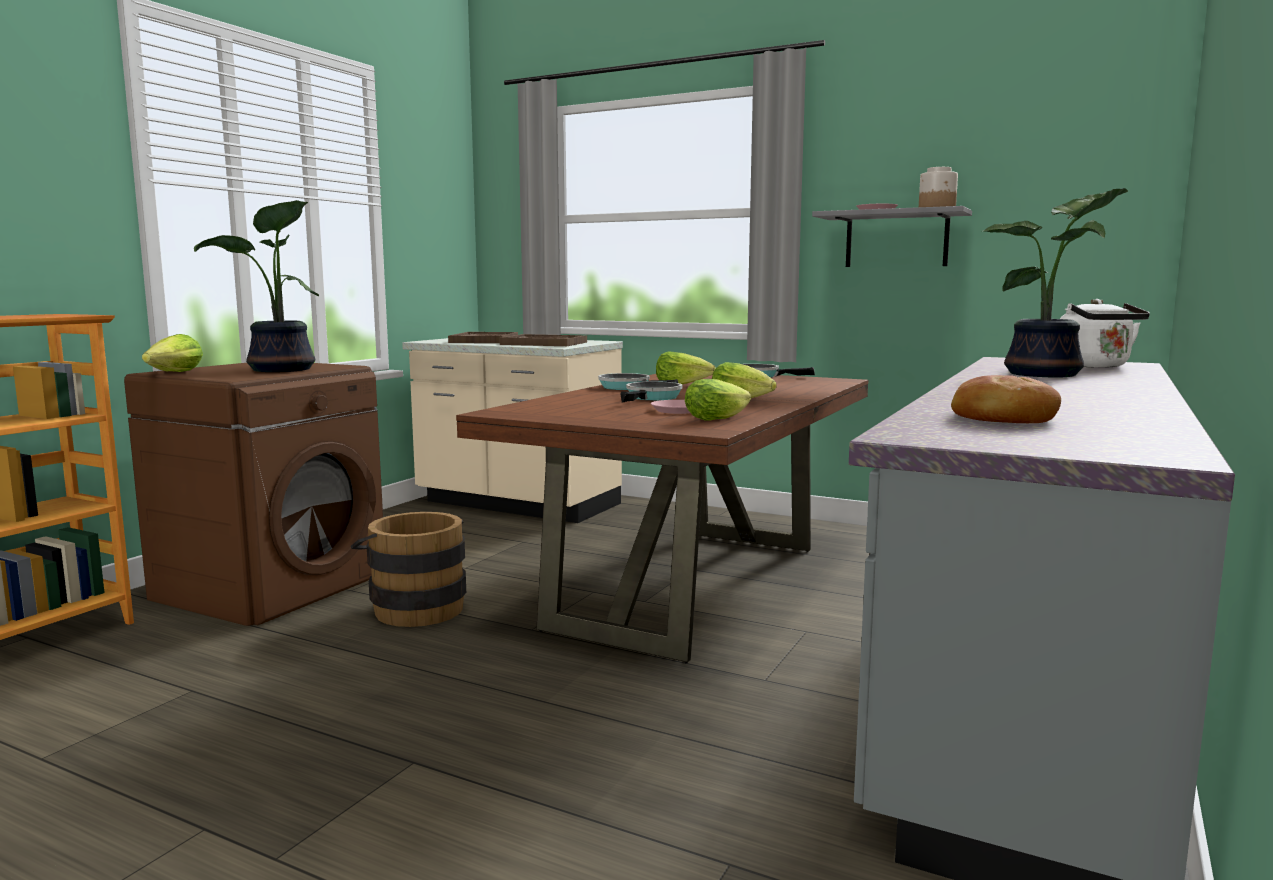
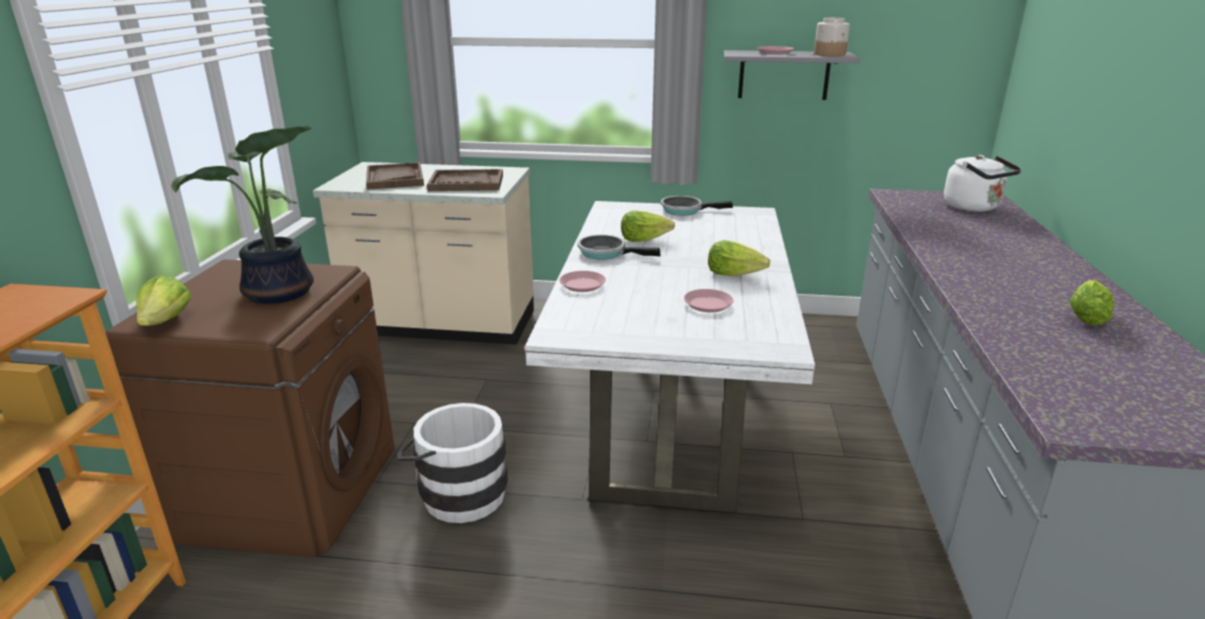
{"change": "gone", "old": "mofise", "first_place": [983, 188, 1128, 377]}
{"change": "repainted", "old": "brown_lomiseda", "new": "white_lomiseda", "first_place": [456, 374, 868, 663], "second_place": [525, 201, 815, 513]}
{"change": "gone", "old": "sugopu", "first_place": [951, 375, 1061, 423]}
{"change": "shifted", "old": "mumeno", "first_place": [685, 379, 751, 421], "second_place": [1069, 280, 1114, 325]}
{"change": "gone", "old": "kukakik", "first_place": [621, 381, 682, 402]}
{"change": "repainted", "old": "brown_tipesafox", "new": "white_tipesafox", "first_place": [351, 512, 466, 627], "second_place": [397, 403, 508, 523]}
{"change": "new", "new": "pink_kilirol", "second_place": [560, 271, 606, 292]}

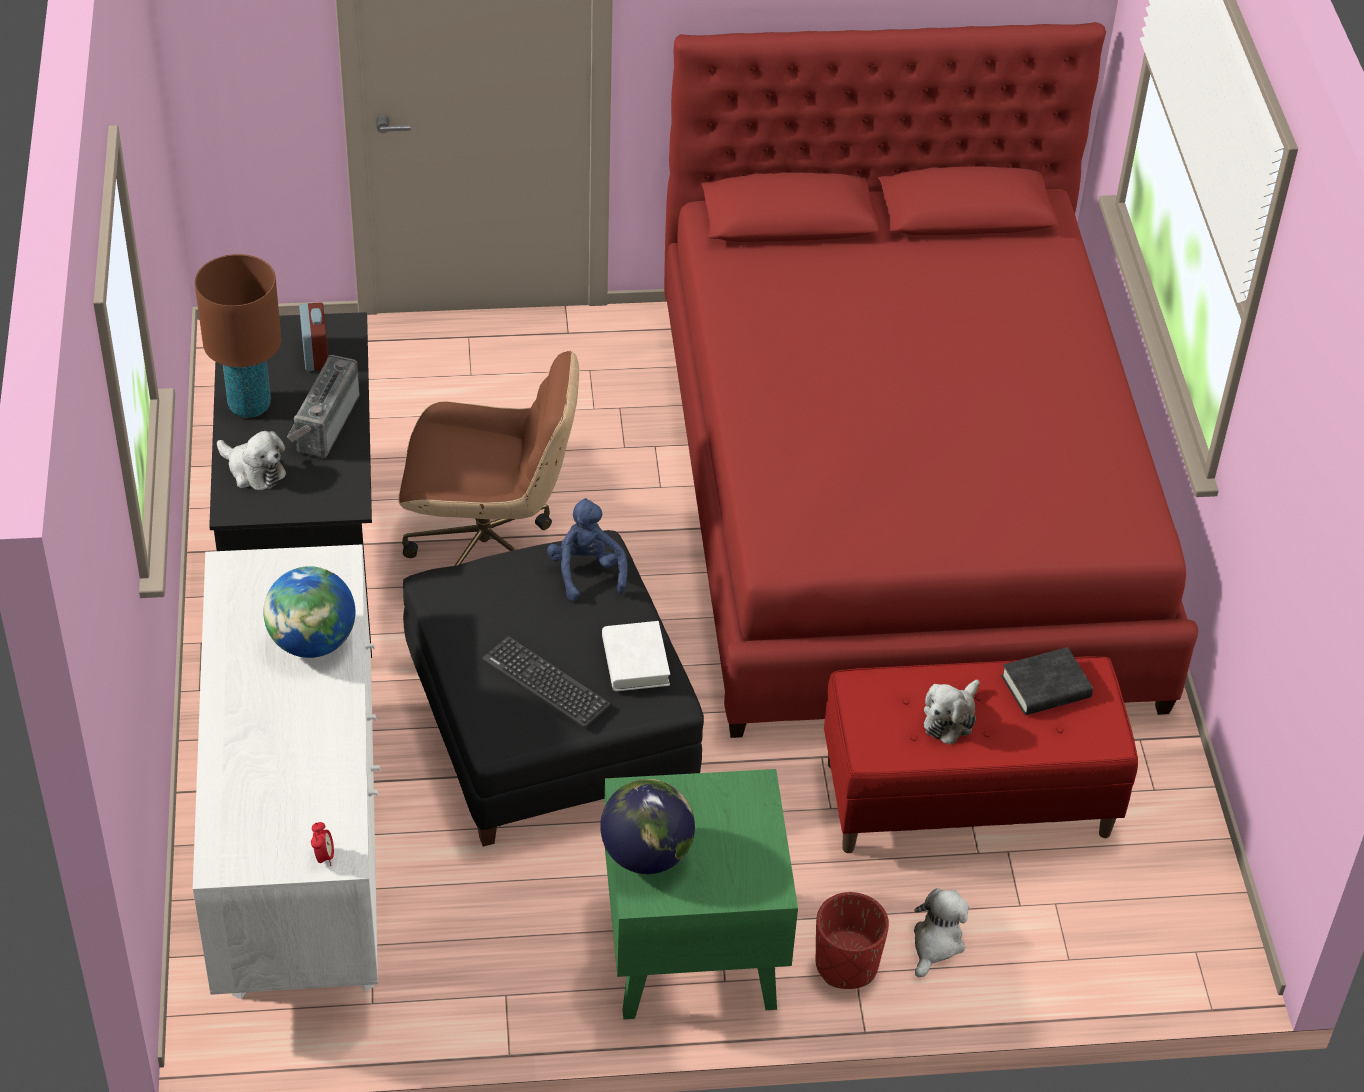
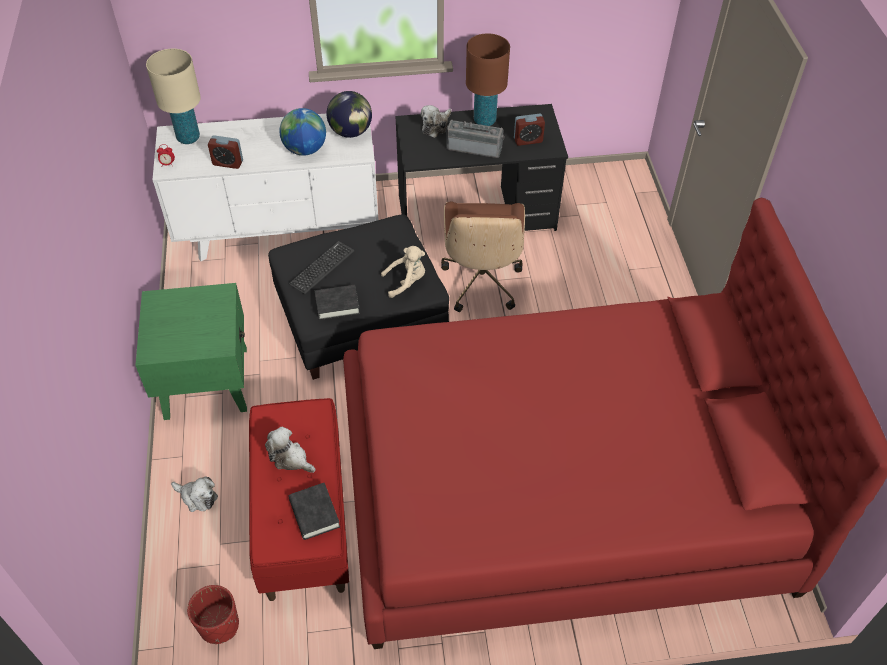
{"change": "repainted", "old": "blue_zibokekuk", "new": "beige_zibokekuk", "first_place": [547, 498, 628, 601], "second_place": [381, 246, 425, 298]}
{"change": "repainted", "old": "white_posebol", "new": "black_posebol", "first_place": [602, 621, 670, 691], "second_place": [314, 285, 360, 320]}
{"change": "shifted", "old": "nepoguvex", "first_place": [600, 779, 695, 874], "second_place": [327, 91, 372, 138]}
{"change": "shifted", "old": "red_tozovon", "first_place": [815, 892, 889, 989], "second_place": [187, 585, 239, 644]}
{"change": "new", "new": "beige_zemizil", "second_place": [146, 49, 201, 144]}
{"change": "new", "new": "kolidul", "second_place": [208, 135, 243, 169]}

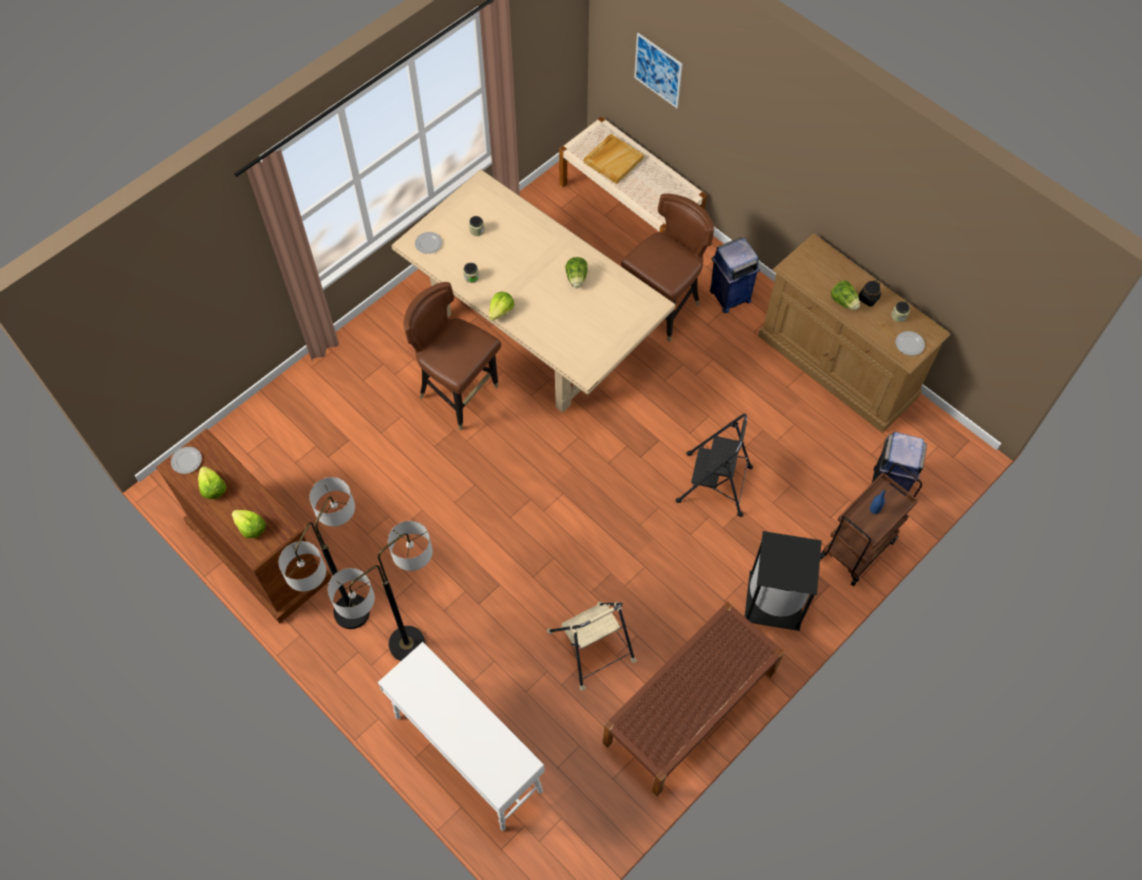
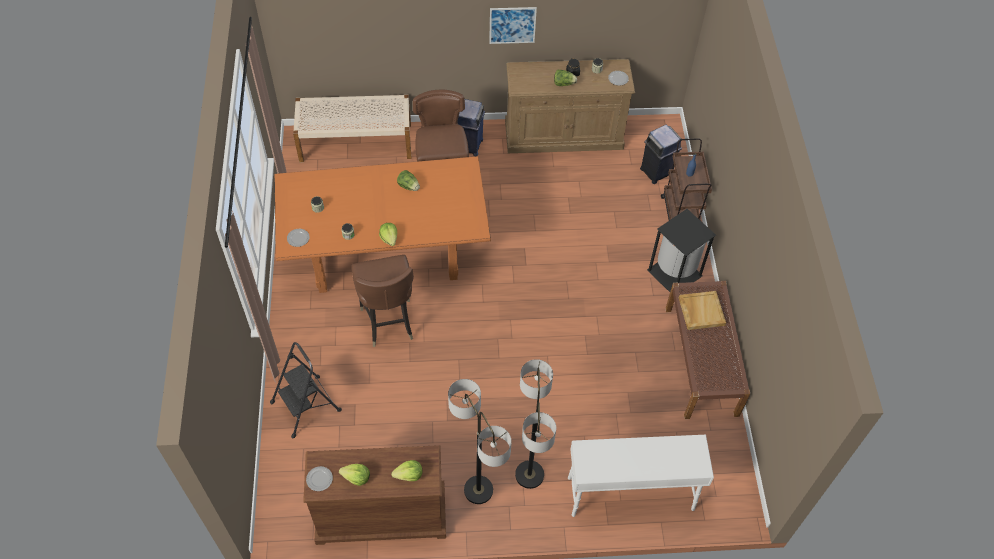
{"change": "shifted", "old": "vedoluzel", "first_place": [634, 33, 683, 108], "second_place": [489, 7, 537, 44]}
{"change": "shifted", "old": "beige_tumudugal", "first_place": [584, 134, 644, 184], "second_place": [679, 291, 726, 330]}
{"change": "repainted", "old": "beige_lomiseda", "new": "orange_lomiseda", "first_place": [391, 169, 676, 413], "second_place": [275, 156, 491, 293]}
{"change": "rotated", "old": "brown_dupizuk", "first_place": [404, 282, 501, 431], "second_place": [351, 255, 414, 347], "degrees": -90}
{"change": "shifted", "old": "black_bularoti", "first_place": [675, 413, 753, 517], "second_place": [270, 342, 342, 438]}
{"change": "gone", "old": "beige_bularoti", "first_place": [547, 602, 637, 691]}

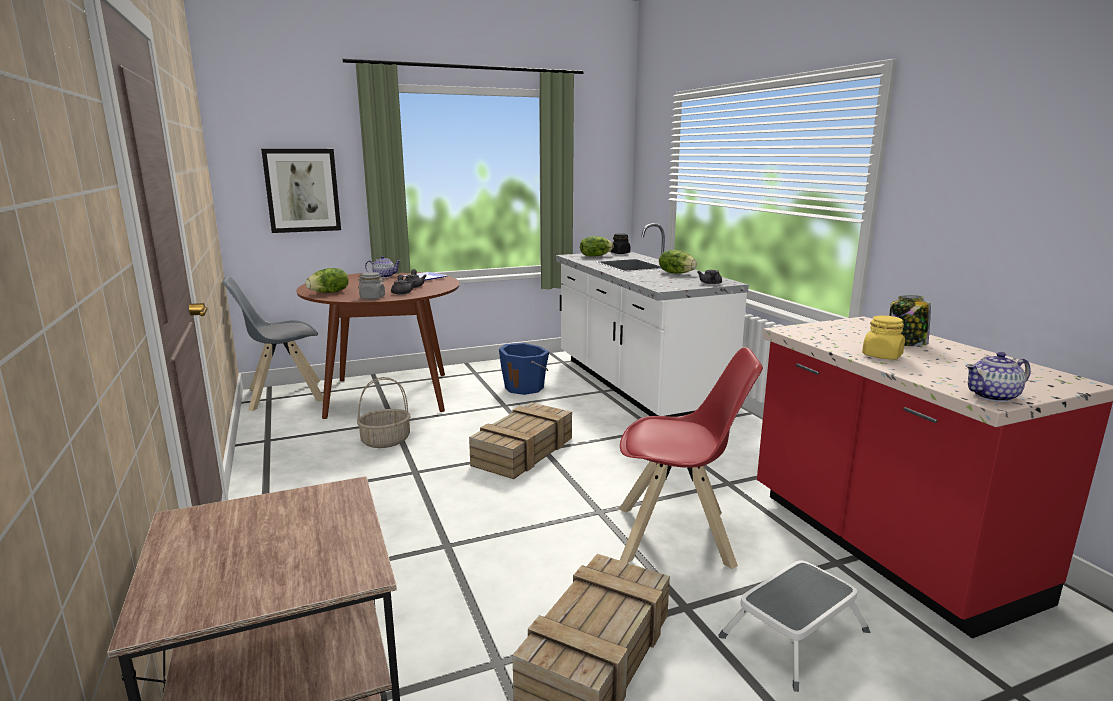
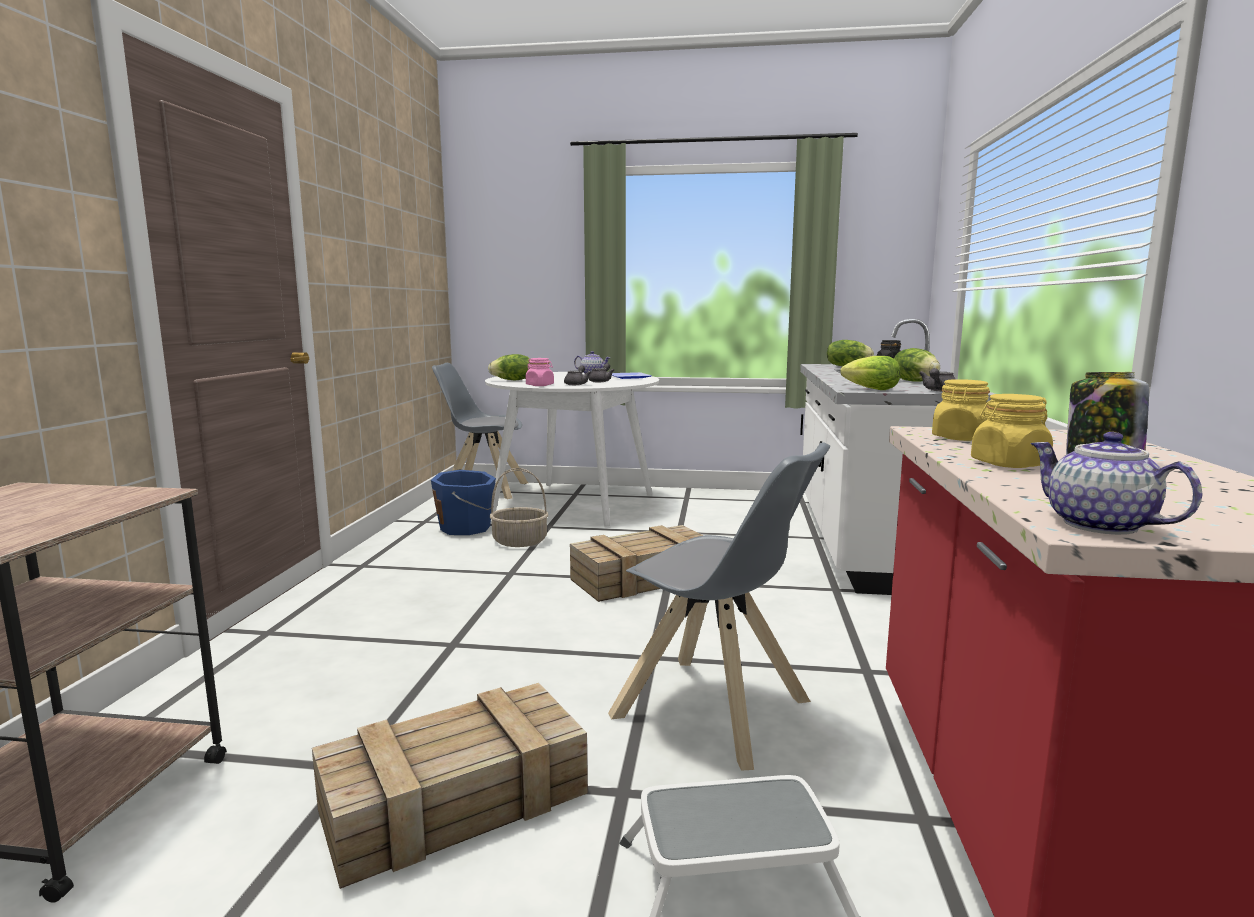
{"change": "gone", "old": "vedoluzel", "first_place": [261, 149, 341, 233]}
{"change": "repainted", "old": "brown_lomiseda", "new": "white_lomiseda", "first_place": [296, 272, 460, 419], "second_place": [485, 372, 659, 526]}
{"change": "repainted", "old": "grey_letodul", "new": "pink_letodul", "first_place": [358, 272, 386, 299], "second_place": [526, 358, 554, 386]}
{"change": "shifted", "old": "blue_tipesafox", "first_place": [499, 343, 549, 395], "second_place": [431, 470, 496, 535]}
{"change": "repainted", "old": "red_dupizuk", "new": "grey_dupizuk", "first_place": [619, 347, 763, 569], "second_place": [608, 442, 830, 771]}
{"change": "rotated", "old": "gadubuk", "first_place": [966, 352, 1031, 402], "second_place": [1031, 432, 1203, 535], "degrees": 45}
{"change": "new", "new": "mumeno", "second_place": [840, 356, 900, 390]}
{"change": "new", "new": "yellow_letodul", "second_place": [932, 379, 990, 441]}

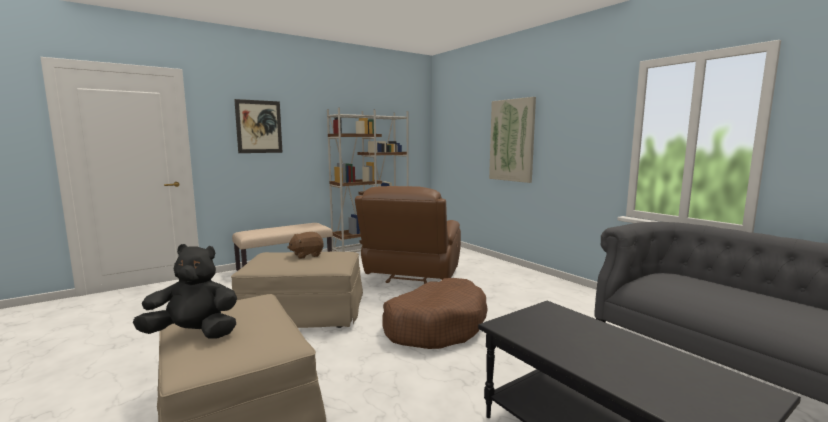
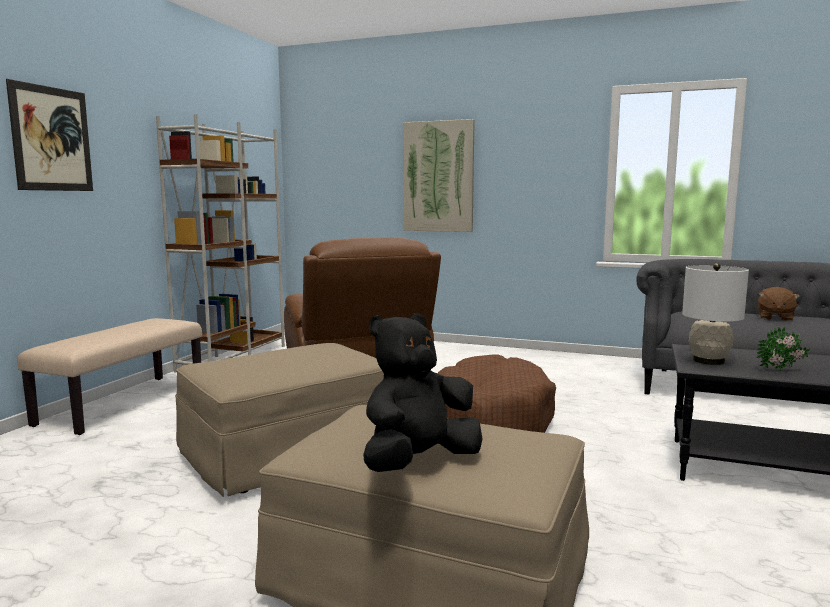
{"change": "shifted", "old": "brown_zibokekuk", "first_place": [287, 232, 324, 259], "second_place": [758, 287, 800, 321]}
{"change": "new", "new": "white_zemizil", "second_place": [682, 263, 749, 365]}
{"change": "new", "new": "mofise", "second_place": [756, 326, 810, 372]}

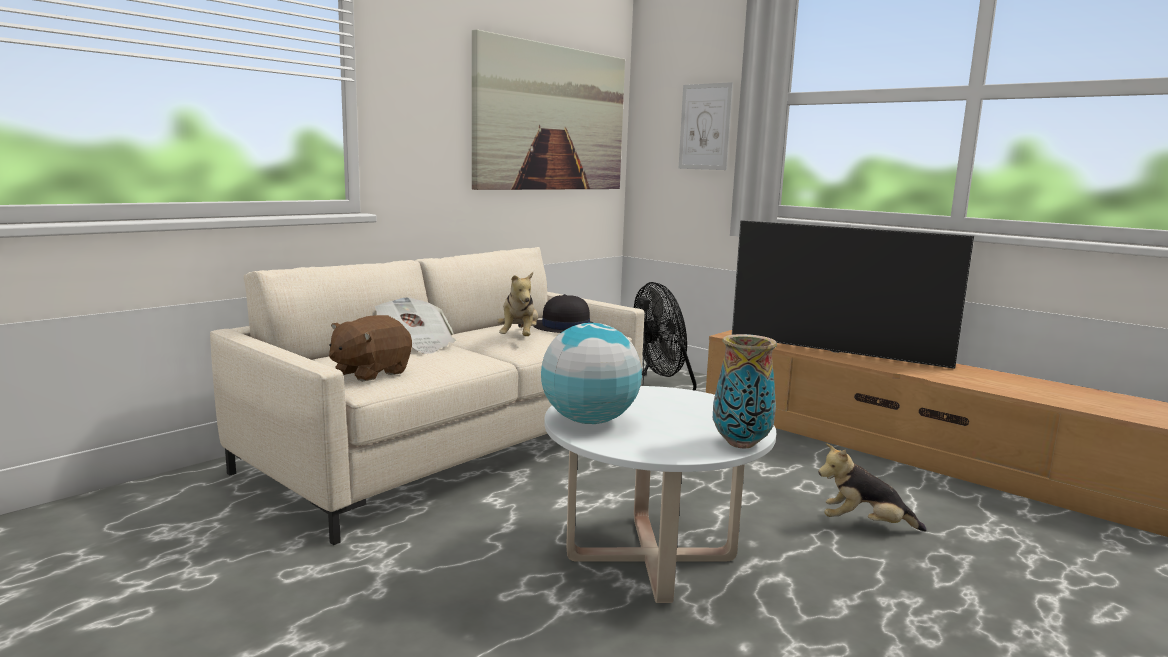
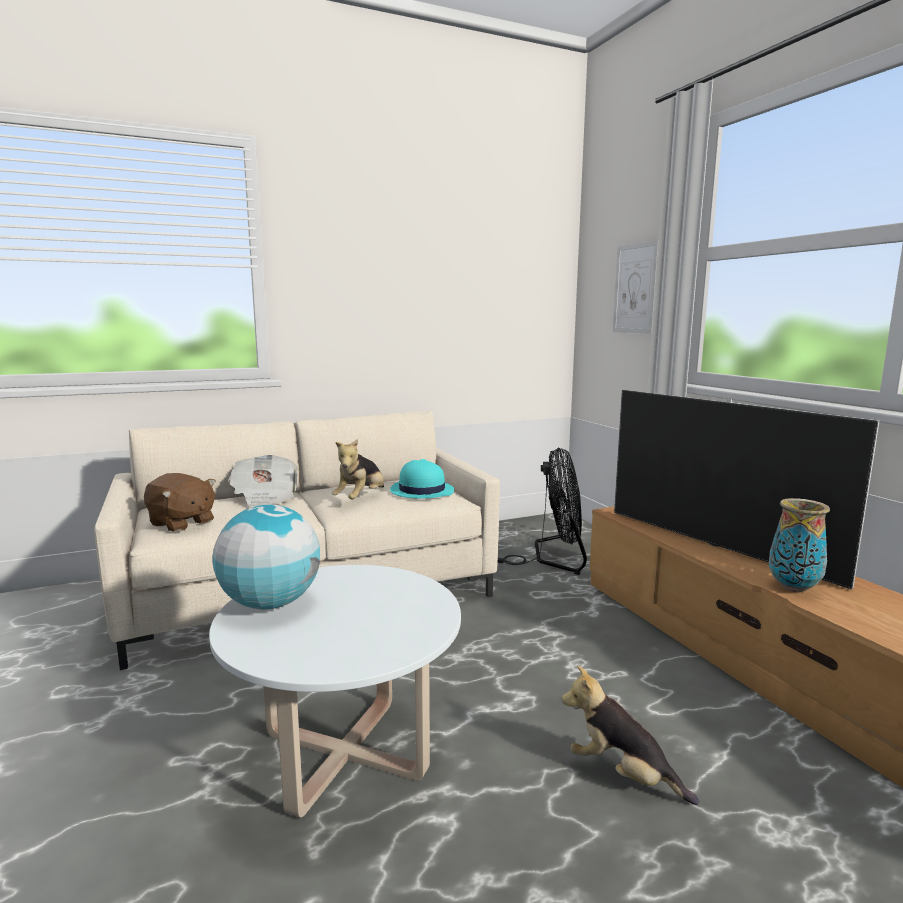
{"change": "gone", "old": "vedoluzel", "first_place": [472, 29, 625, 190]}
{"change": "repainted", "old": "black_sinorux", "new": "turquoise_sinorux", "first_place": [534, 294, 594, 333], "second_place": [390, 459, 454, 499]}
{"change": "rotated", "old": "brown_zibokekuk", "first_place": [329, 315, 412, 382], "second_place": [144, 473, 216, 532], "degrees": -120}
{"change": "shifted", "old": "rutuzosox", "first_place": [713, 334, 777, 448], "second_place": [769, 498, 830, 592]}

